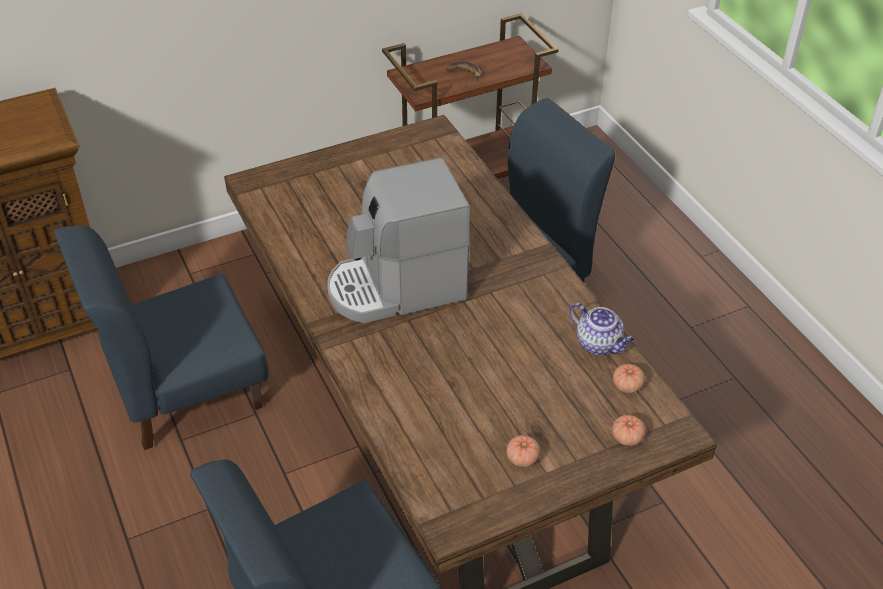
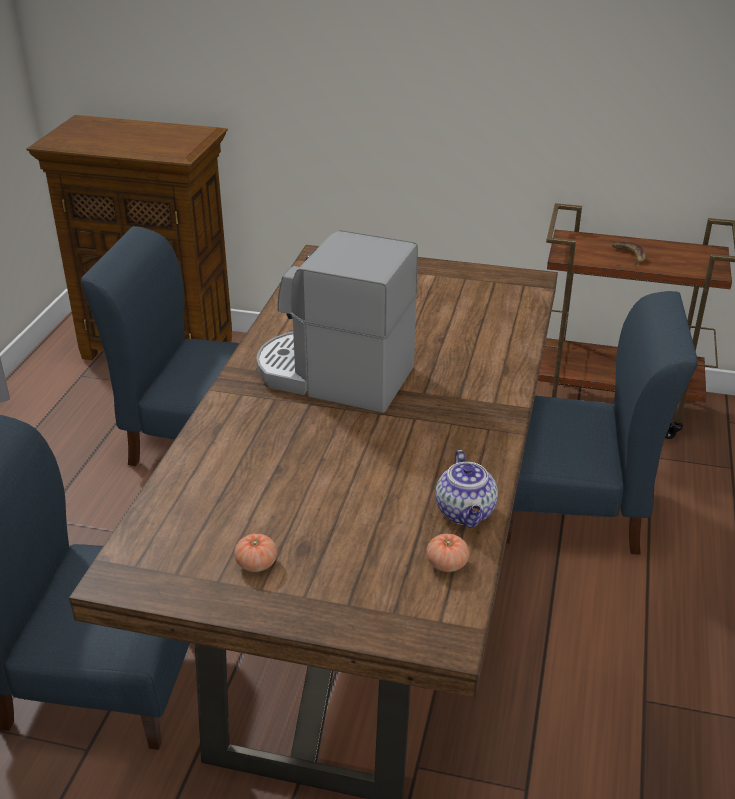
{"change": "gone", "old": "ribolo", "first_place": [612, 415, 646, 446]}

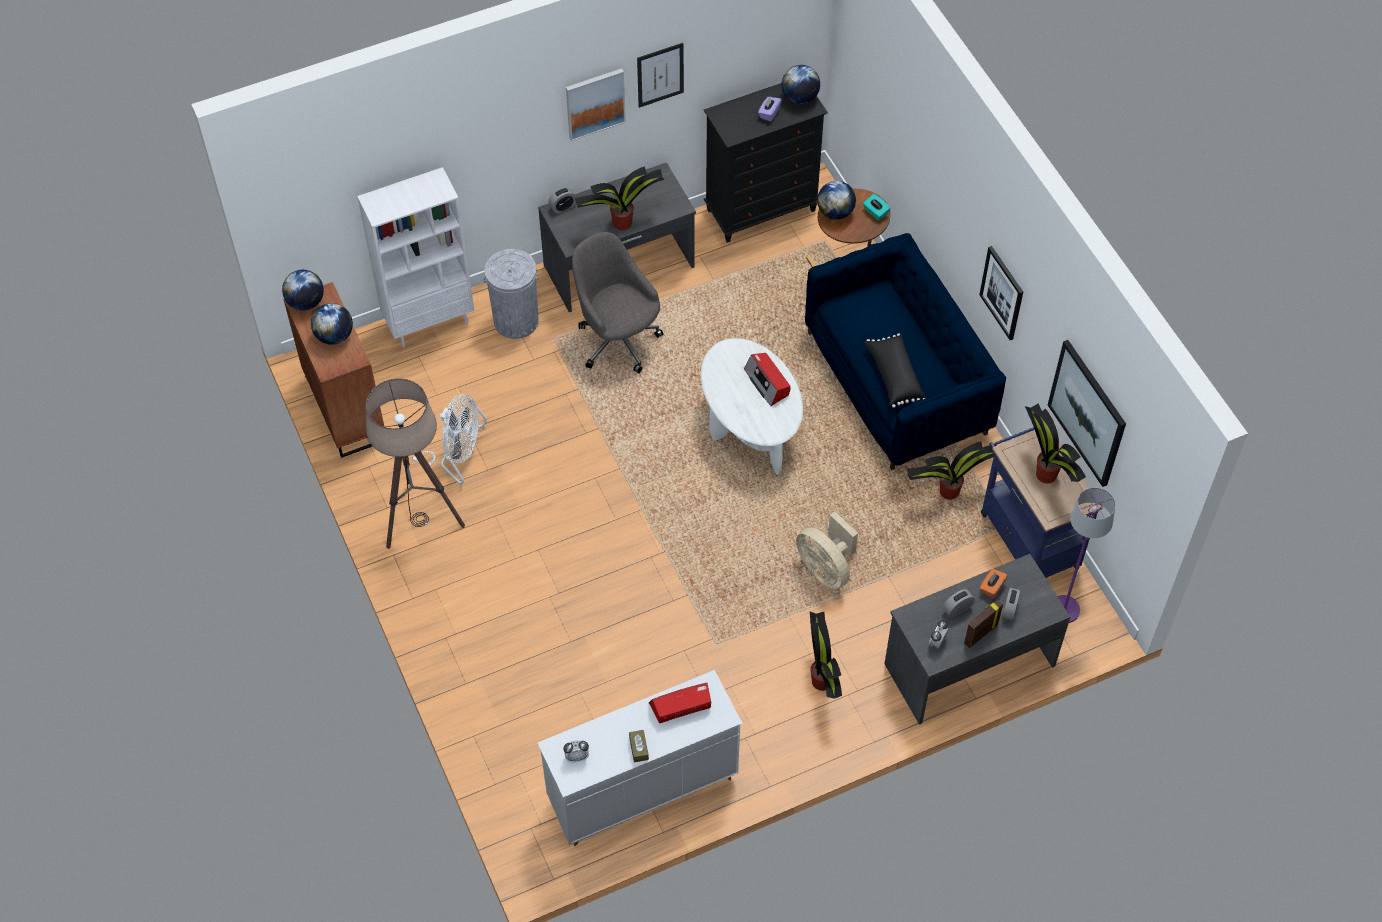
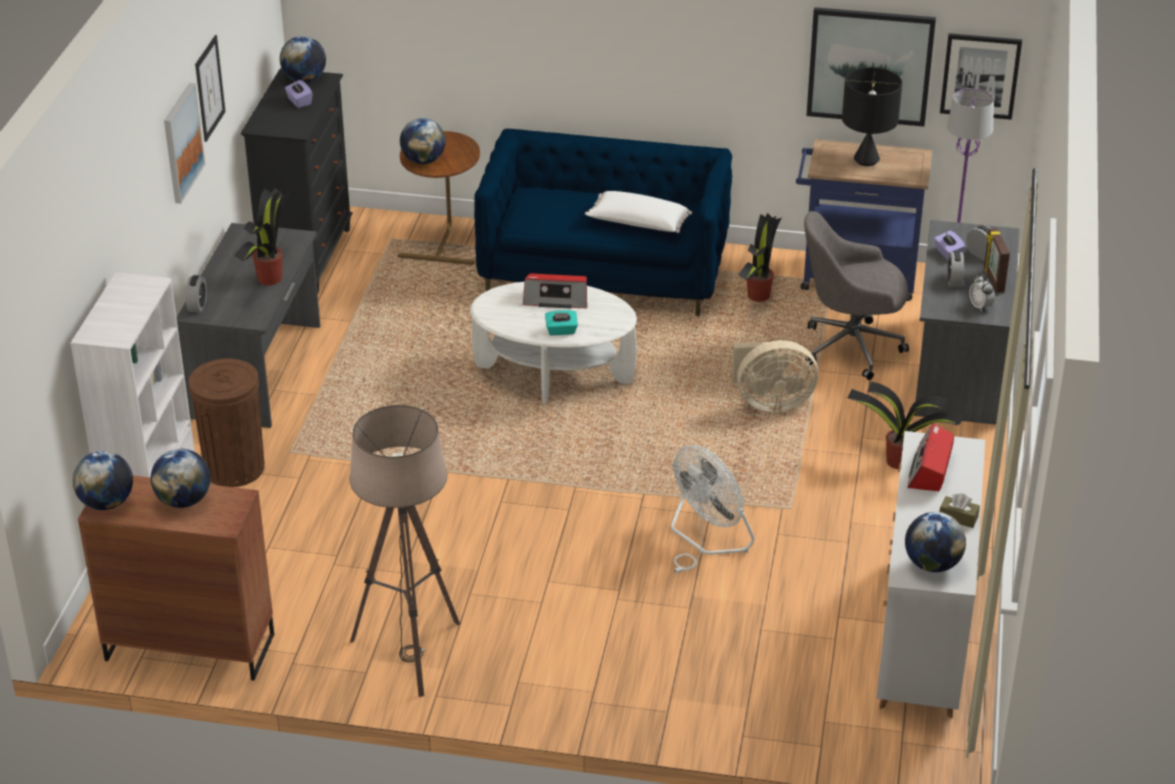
{"change": "shifted", "old": "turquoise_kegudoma", "first_place": [863, 194, 890, 220], "second_place": [545, 310, 578, 335]}
{"change": "shifted", "old": "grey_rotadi", "first_place": [572, 232, 663, 373], "second_place": [804, 211, 909, 380]}
{"change": "shifted", "old": "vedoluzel", "first_place": [979, 246, 1023, 340], "second_place": [940, 33, 1022, 120]}
{"change": "repainted", "old": "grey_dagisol", "new": "brown_dagisol", "first_place": [484, 249, 539, 339], "second_place": [189, 359, 265, 487]}
{"change": "repainted", "old": "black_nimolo", "new": "white_nimolo", "first_place": [864, 333, 926, 408], "second_place": [585, 191, 692, 233]}
{"change": "shifted", "old": "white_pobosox", "first_place": [412, 394, 487, 486], "second_place": [671, 445, 754, 573]}
{"change": "swapped", "old": "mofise", "new": "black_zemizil", "first_place": [1025, 403, 1086, 484], "second_place": [842, 67, 902, 166]}
{"change": "repainted", "old": "orange_kegudoma", "new": "purple_kegudoma", "first_place": [980, 569, 1008, 598], "second_place": [934, 231, 966, 260]}
{"change": "swapped", "old": "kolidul", "new": "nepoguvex", "first_place": [563, 740, 589, 762], "second_place": [905, 512, 966, 572]}

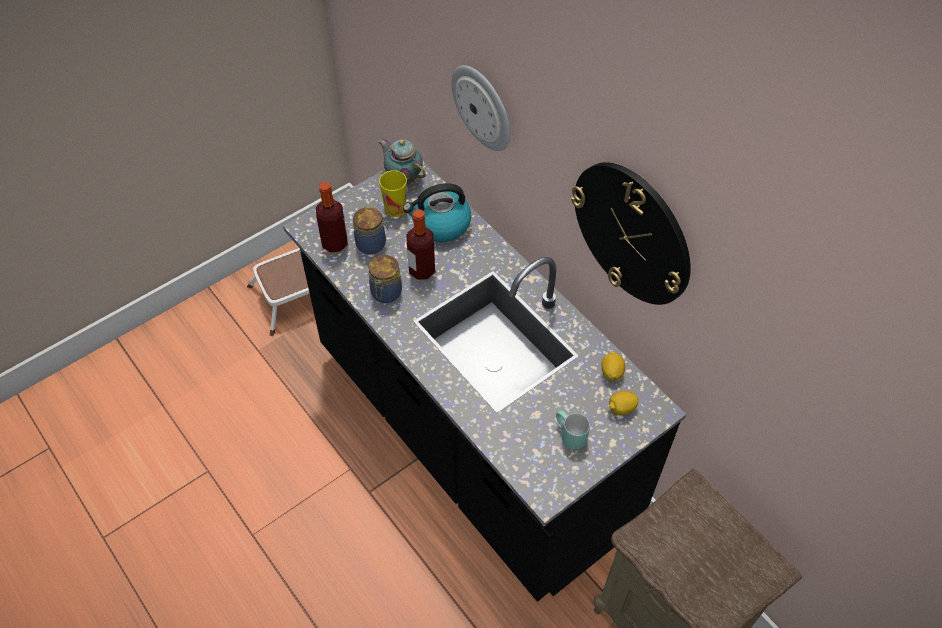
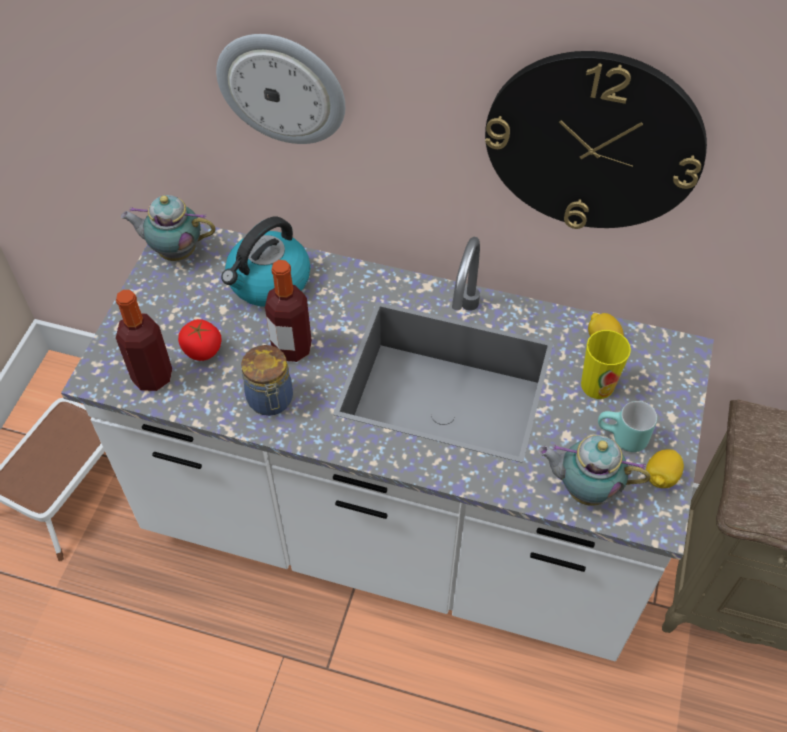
{"change": "repainted", "old": "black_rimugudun", "new": "white_rimugudun", "first_place": [283, 161, 686, 602], "second_place": [61, 224, 714, 661]}
{"change": "shifted", "old": "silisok", "first_place": [379, 170, 407, 217], "second_place": [581, 330, 631, 399]}
{"change": "swapped", "old": "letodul", "new": "ribolo", "first_place": [353, 207, 388, 254], "second_place": [178, 319, 221, 361]}
{"change": "shifted", "old": "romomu", "first_place": [609, 391, 638, 415], "second_place": [646, 449, 684, 488]}
{"change": "new", "new": "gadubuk", "second_place": [538, 435, 650, 506]}

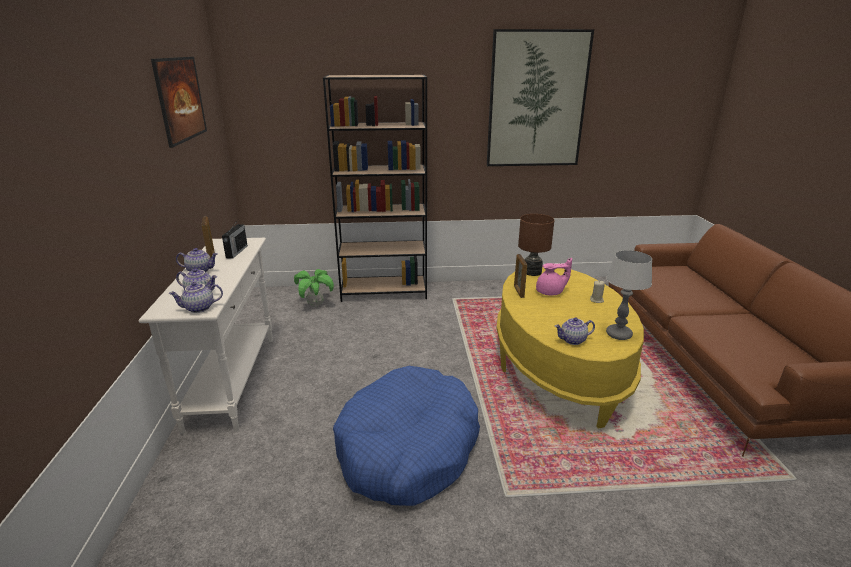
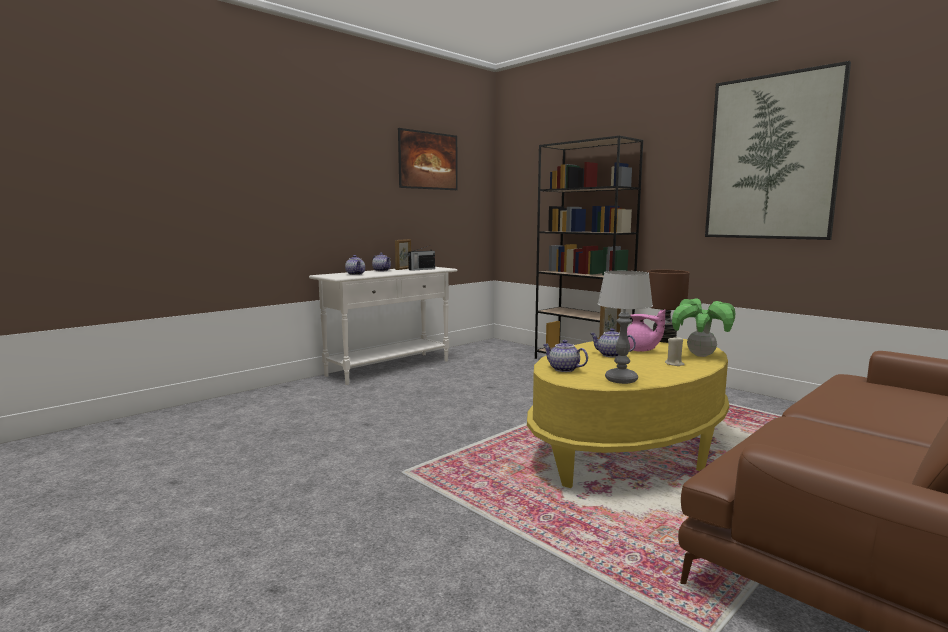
{"change": "shifted", "old": "mofise", "first_place": [294, 269, 334, 307], "second_place": [672, 299, 735, 357]}
{"change": "shifted", "old": "gadubuk", "first_place": [168, 282, 223, 313], "second_place": [590, 328, 636, 357]}
{"change": "gone", "old": "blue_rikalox", "first_place": [333, 366, 480, 506]}

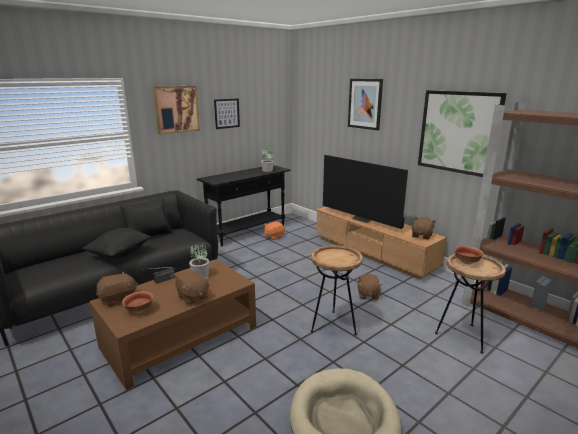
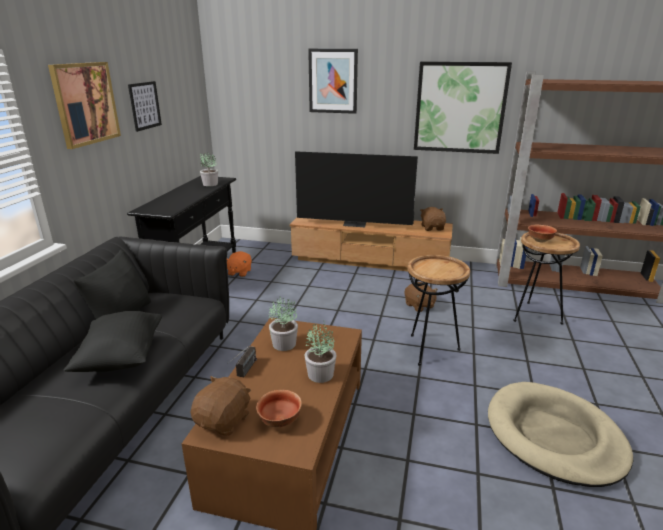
{"change": "swapped", "old": "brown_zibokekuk", "new": "mofise", "first_place": [176, 270, 210, 305], "second_place": [305, 324, 336, 383]}

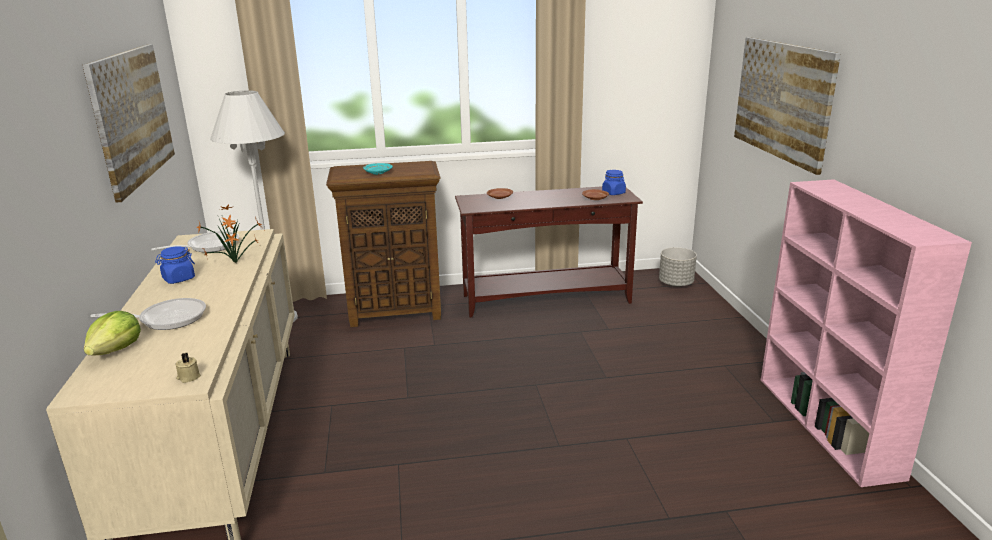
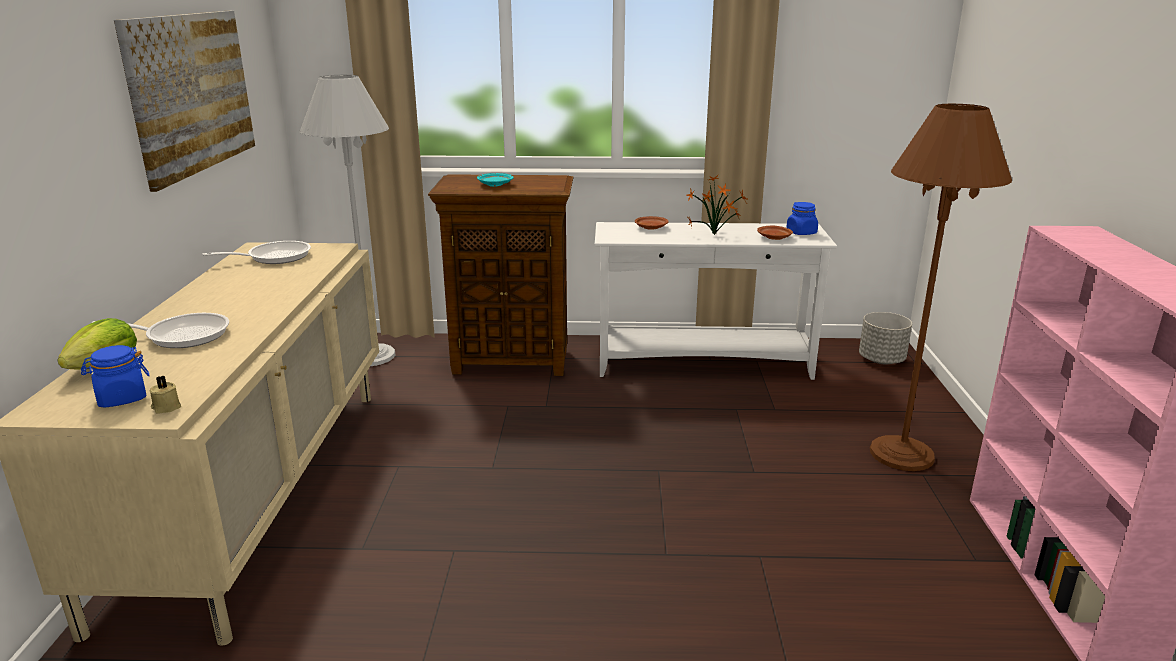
{"change": "gone", "old": "vedoluzel", "first_place": [734, 37, 841, 175]}
{"change": "repainted", "old": "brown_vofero", "new": "white_vofero", "first_place": [455, 186, 643, 317], "second_place": [595, 222, 837, 380]}
{"change": "shifted", "old": "mofise", "first_place": [197, 204, 264, 263], "second_place": [687, 175, 747, 235]}
{"change": "shifted", "old": "blue_letodul", "first_place": [155, 246, 195, 284], "second_place": [81, 345, 150, 408]}
{"change": "new", "new": "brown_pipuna", "second_place": [870, 104, 1012, 471]}

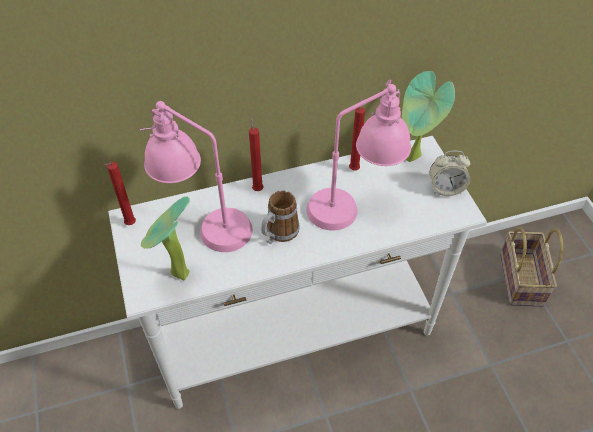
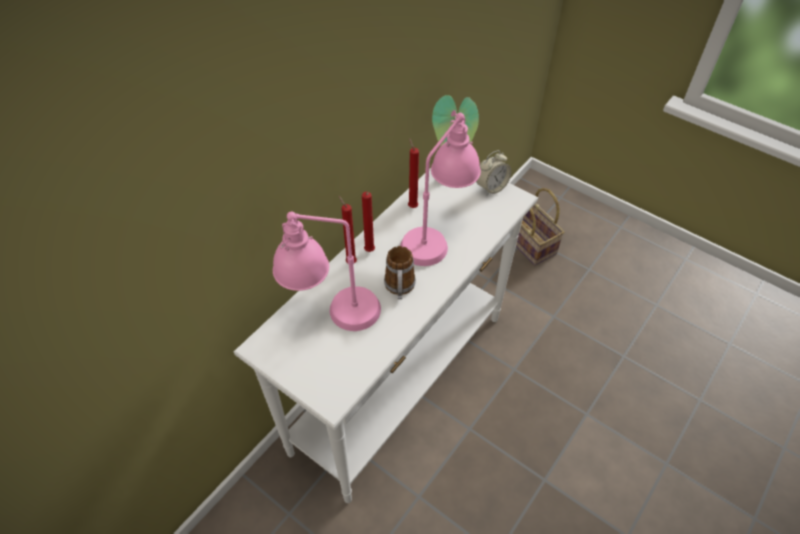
{"change": "shifted", "old": "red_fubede", "first_place": [103, 162, 136, 225], "second_place": [362, 192, 375, 252]}
{"change": "gone", "old": "mofise", "first_place": [141, 196, 190, 280]}

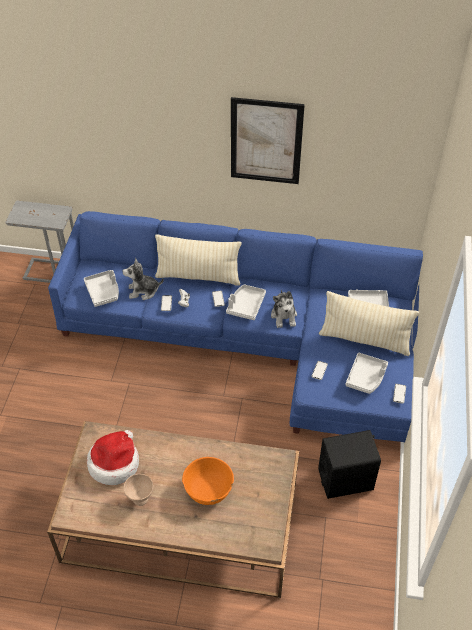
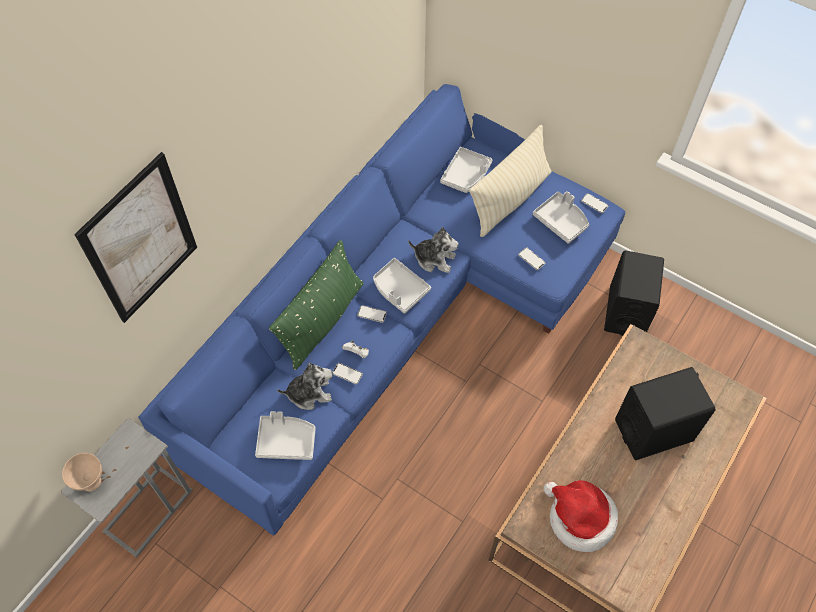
{"change": "shifted", "old": "vedoluzel", "first_place": [231, 97, 305, 184], "second_place": [74, 152, 197, 323]}
{"change": "repainted", "old": "beige_nimolo", "new": "green_nimolo", "first_place": [155, 234, 242, 286], "second_place": [269, 240, 363, 370]}
{"change": "rotated", "old": "zibokekuk", "first_place": [123, 258, 164, 300], "second_place": [277, 363, 332, 410], "degrees": -120}
{"change": "swapped", "old": "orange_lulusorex", "new": "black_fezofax", "first_place": [182, 457, 234, 505], "second_place": [615, 367, 715, 460]}
{"change": "shifted", "old": "beige_lulusorex", "first_place": [124, 474, 153, 506], "second_place": [62, 453, 102, 491]}

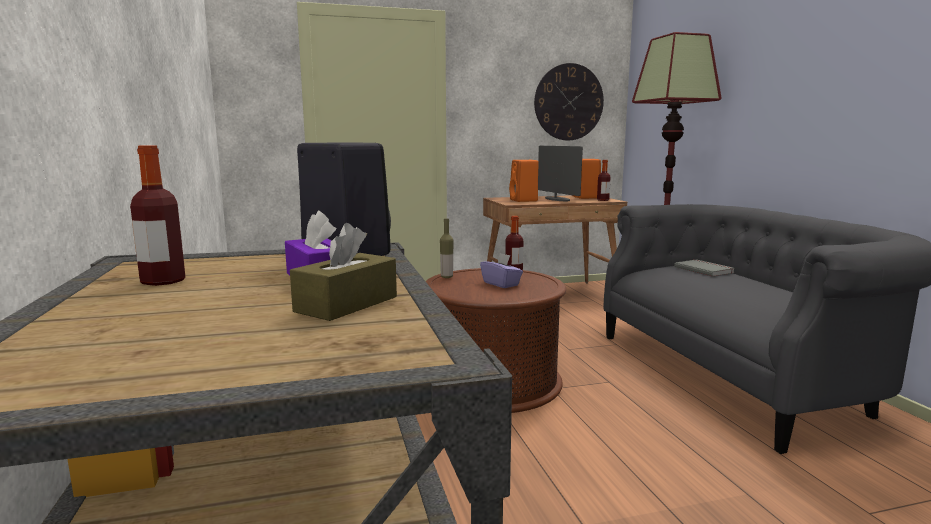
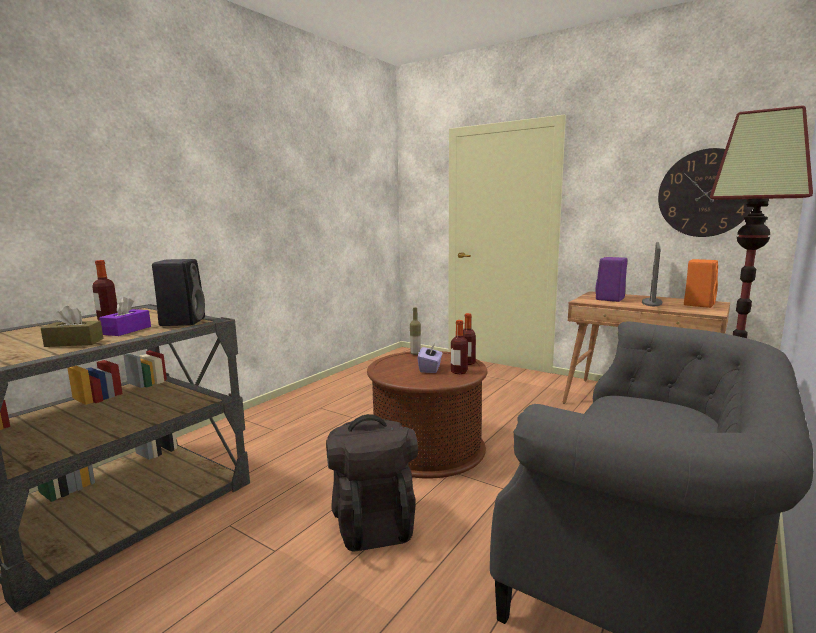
{"change": "repainted", "old": "orange_fezofax", "new": "purple_fezofax", "first_place": [509, 160, 539, 202], "second_place": [596, 257, 628, 302]}
{"change": "shifted", "old": "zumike", "first_place": [597, 160, 611, 201], "second_place": [451, 320, 468, 374]}
{"change": "gone", "old": "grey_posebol", "first_place": [674, 259, 735, 277]}
{"change": "new", "new": "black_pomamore", "second_place": [326, 414, 418, 551]}

